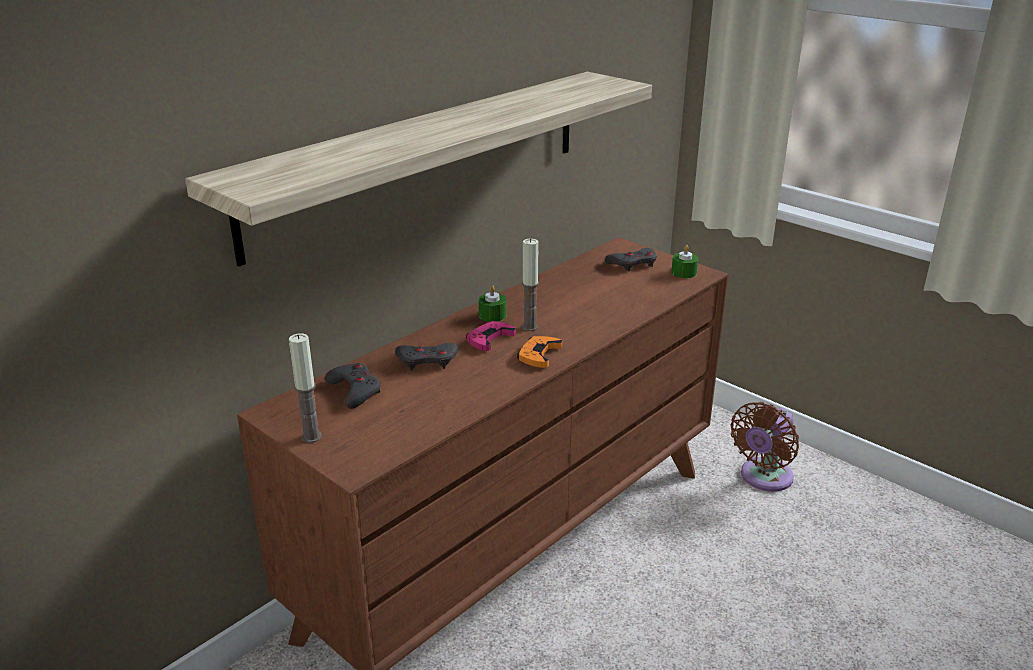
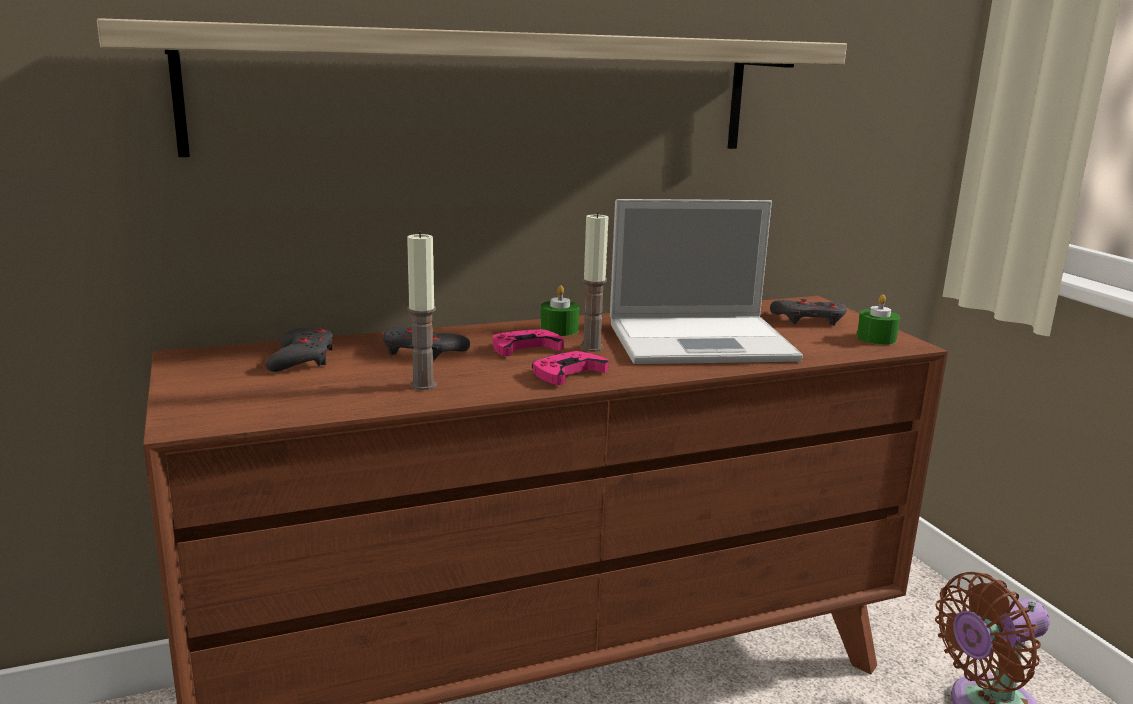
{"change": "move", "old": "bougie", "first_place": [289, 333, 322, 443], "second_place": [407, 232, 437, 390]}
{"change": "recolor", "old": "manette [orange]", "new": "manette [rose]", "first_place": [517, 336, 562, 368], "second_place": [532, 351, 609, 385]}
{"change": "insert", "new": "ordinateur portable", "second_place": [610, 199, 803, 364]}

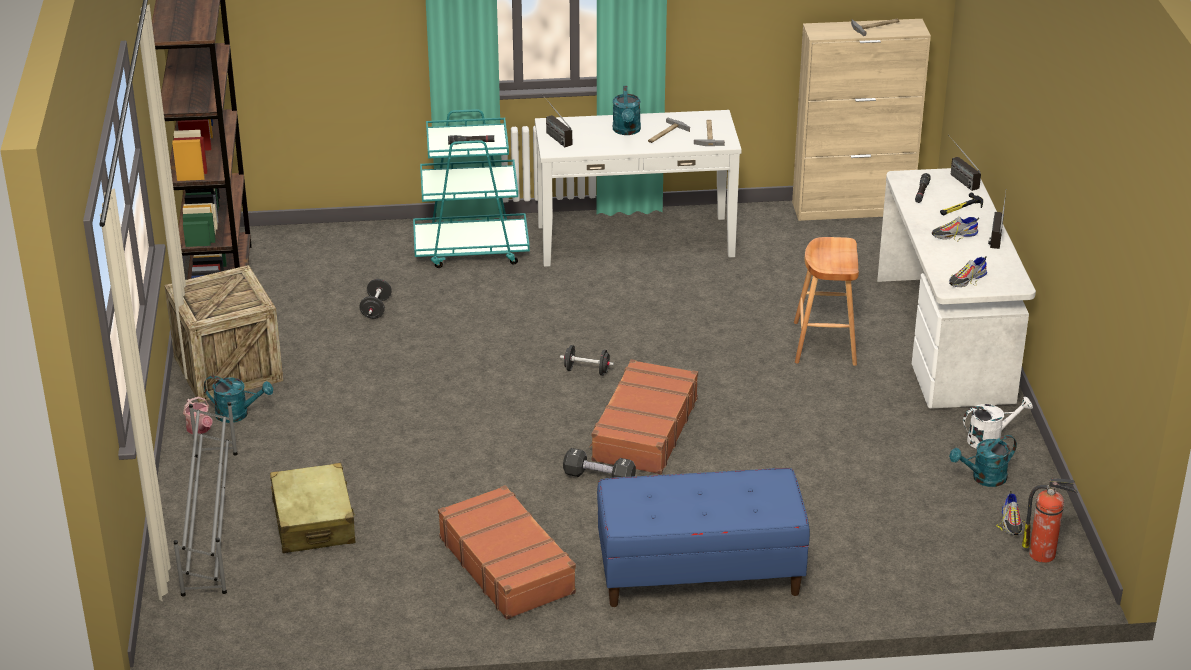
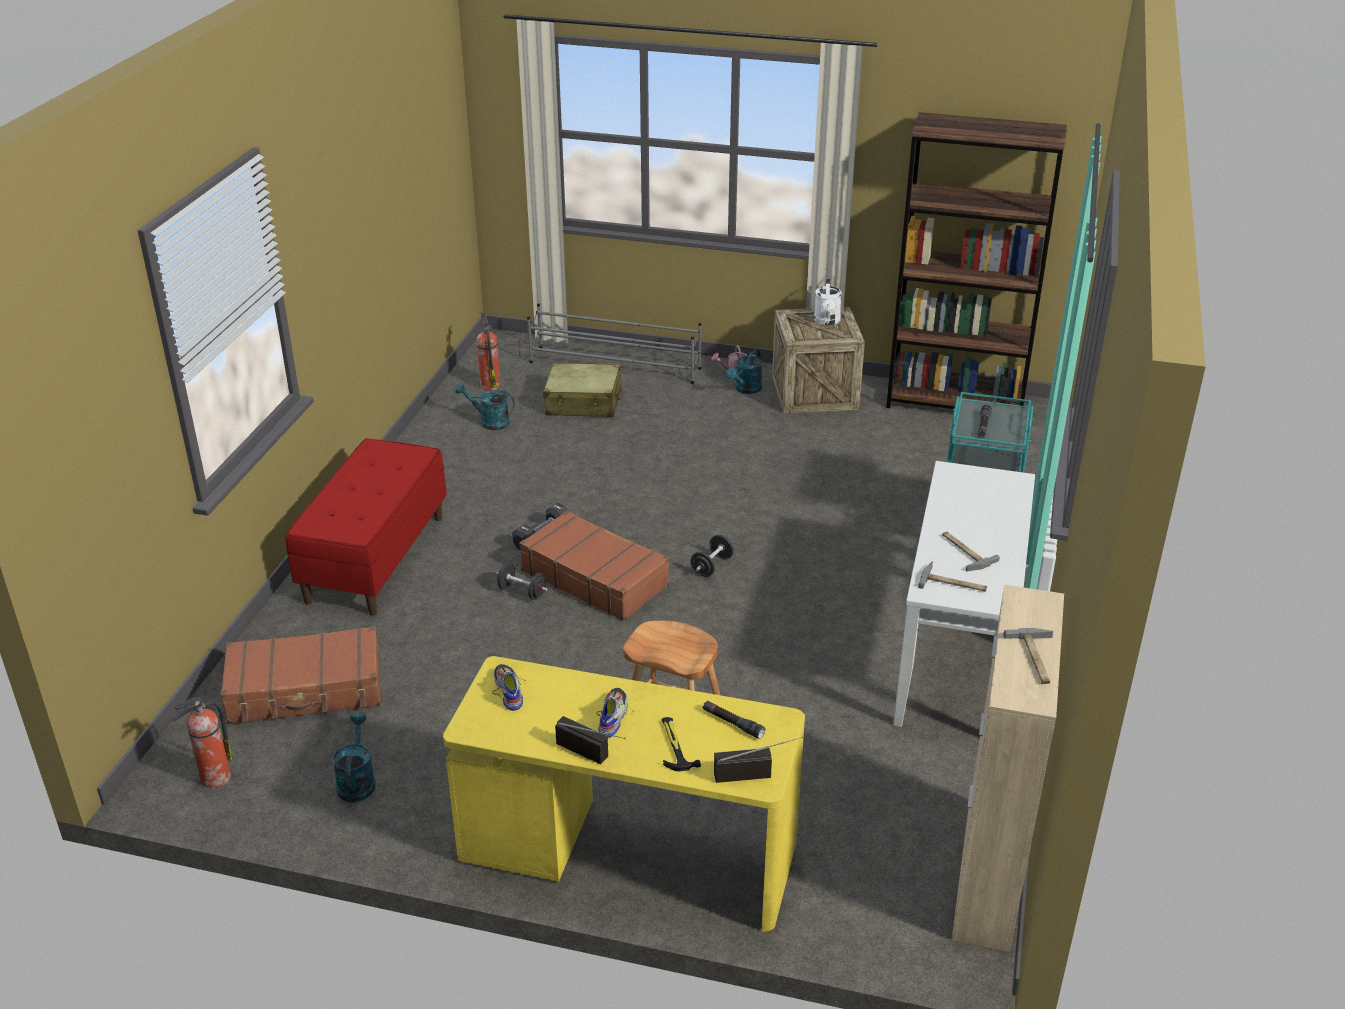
{"change": "move", "old": "arrosoir [turquoise]", "first_place": [613, 86, 641, 135], "second_place": [455, 383, 515, 430]}
{"change": "delete", "old": "radio", "first_place": [542, 94, 572, 147]}
{"change": "recolor", "old": "bureau [blanc]", "new": "bureau [jaune]", "first_place": [877, 168, 1036, 409], "second_place": [443, 656, 805, 932]}
{"change": "move", "old": "haltère [noir]", "first_place": [360, 279, 392, 319], "second_place": [496, 563, 547, 600]}
{"change": "move", "old": "arrosoir [blanc]", "first_place": [963, 397, 1033, 449], "second_place": [814, 278, 842, 325]}
{"change": "recolor", "old": "banc [bleu]", "new": "banc [rouge]", "first_place": [597, 468, 810, 607], "second_place": [286, 438, 447, 616]}
{"change": "move", "old": "valise [marron]", "first_place": [438, 485, 576, 620], "second_place": [220, 626, 381, 724]}
{"change": "delete", "old": "chaussure", "first_place": [997, 491, 1025, 535]}
{"change": "insert", "new": "extincteur", "second_place": [476, 312, 501, 391]}

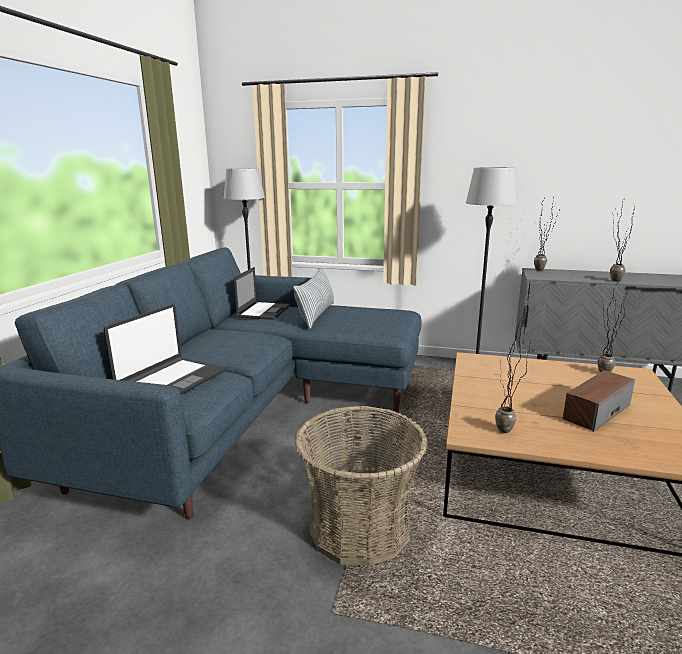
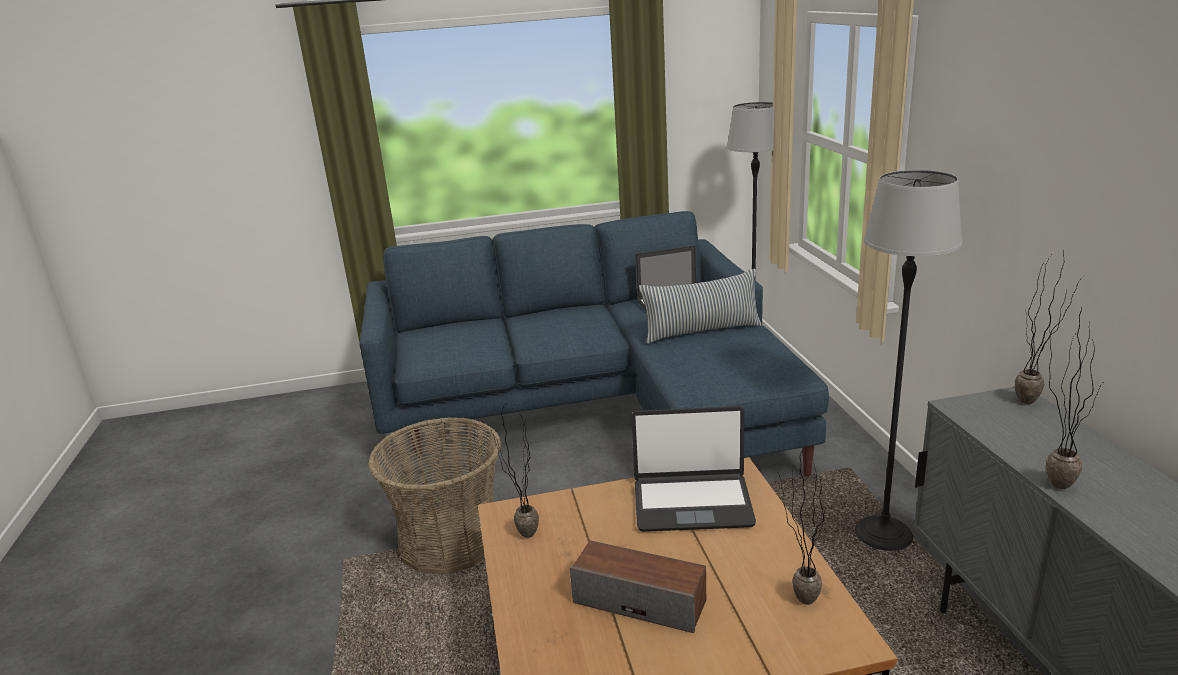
{"change": "move", "old": "ordinateur portable", "first_place": [104, 304, 224, 395], "second_place": [631, 406, 756, 532]}

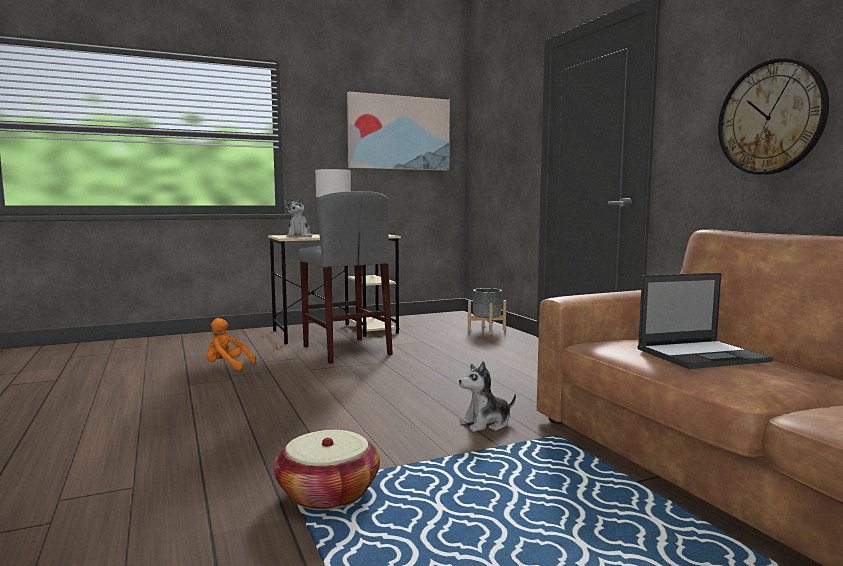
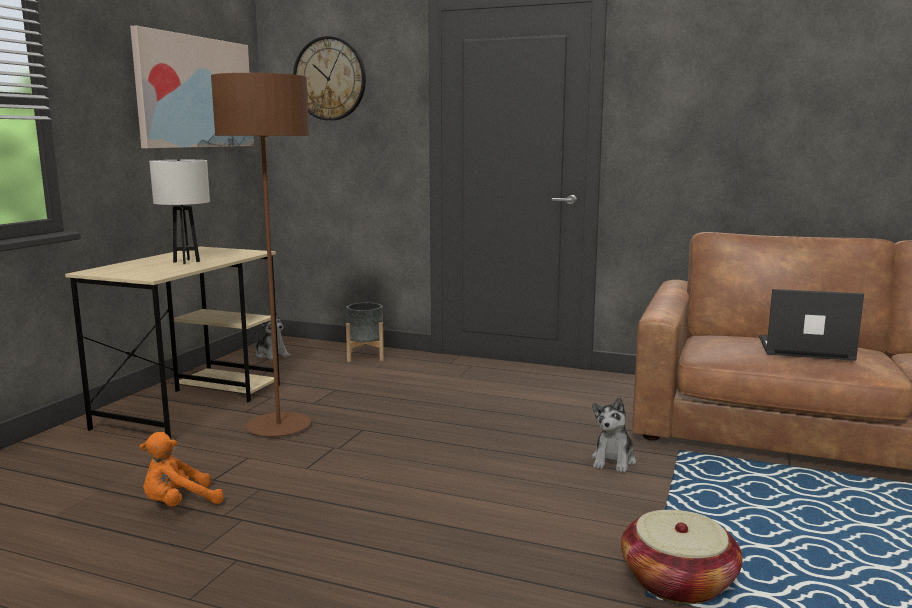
{"change": "move", "old": "horloge murale", "first_place": [718, 58, 829, 175], "second_place": [293, 36, 366, 121]}
{"change": "replace", "old": "tabouret [gris]", "new": "lampadaire [marron]", "first_place": [298, 191, 393, 364], "second_place": [211, 73, 311, 437]}
{"change": "move", "old": "peluche", "first_place": [284, 195, 312, 237], "second_place": [256, 312, 290, 360]}
{"change": "rotate", "old": "ordinateur portable", "first_place": [637, 273, 774, 369], "second_place": [759, 289, 864, 361], "degrees": -105}

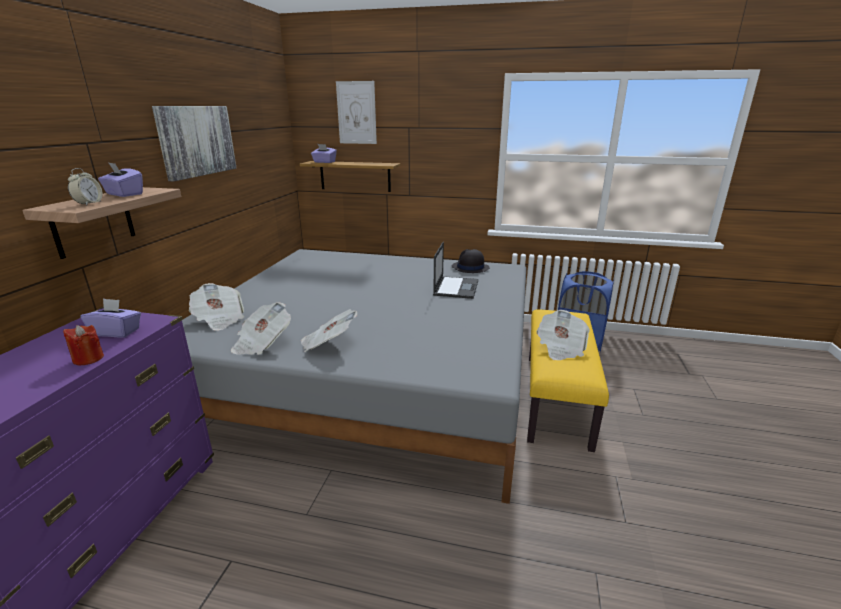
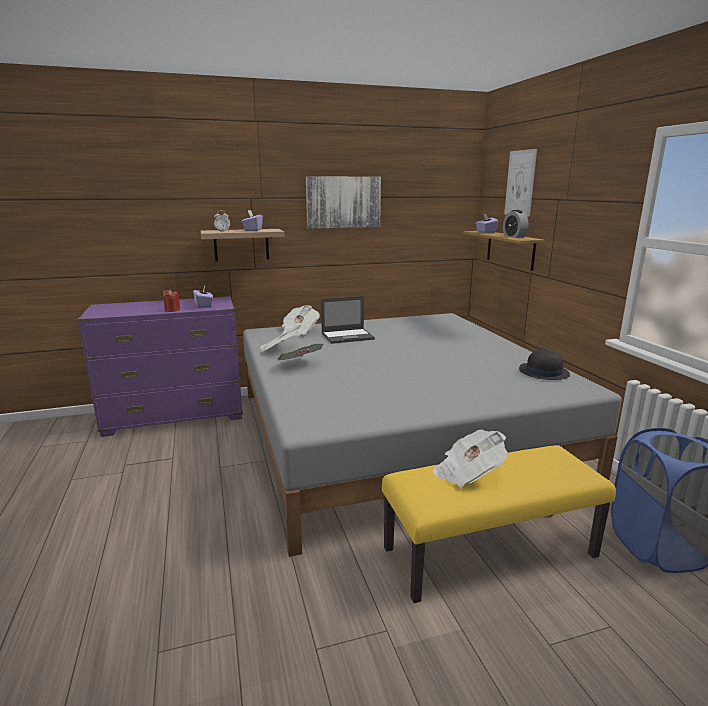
{"change": "move", "old": "ordinateur portable", "first_place": [433, 242, 478, 299], "second_place": [321, 296, 375, 344]}
{"change": "insert", "new": "réveil", "second_place": [503, 210, 529, 238]}

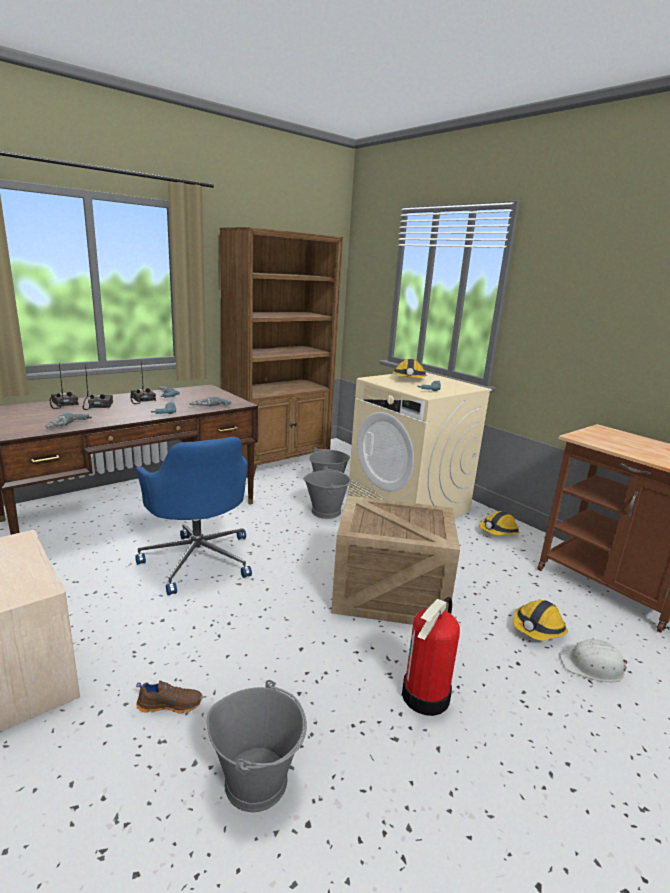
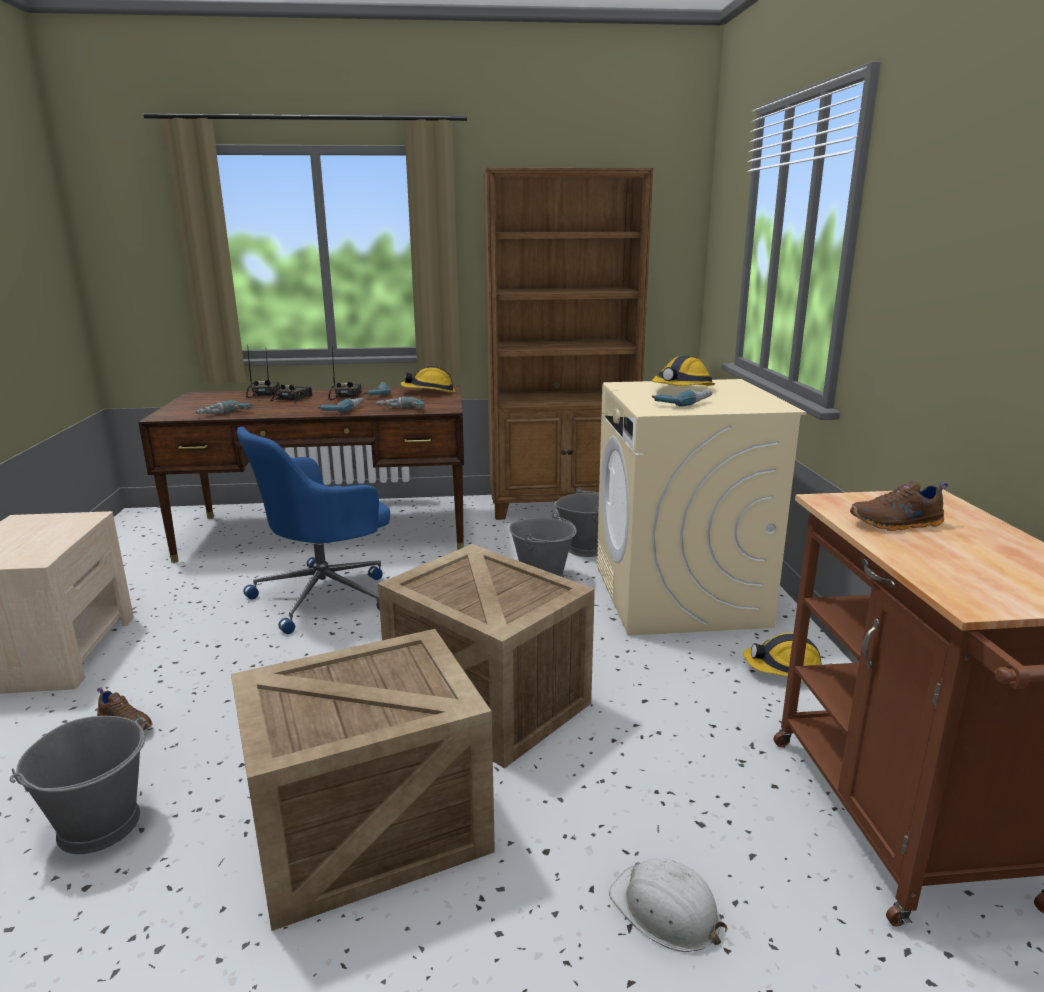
{"change": "rotate", "old": "chaise de bureau [bleu]", "first_place": [135, 437, 252, 595], "second_place": [237, 427, 390, 634], "degrees": 45}
{"change": "replace", "old": "extincteur", "new": "caisse", "first_place": [402, 597, 460, 716], "second_place": [231, 629, 495, 931]}
{"change": "move", "old": "casque de chantier", "first_place": [513, 600, 568, 640], "second_place": [400, 365, 455, 392]}
{"change": "insert", "new": "chaussure [marron]", "second_place": [850, 480, 948, 531]}

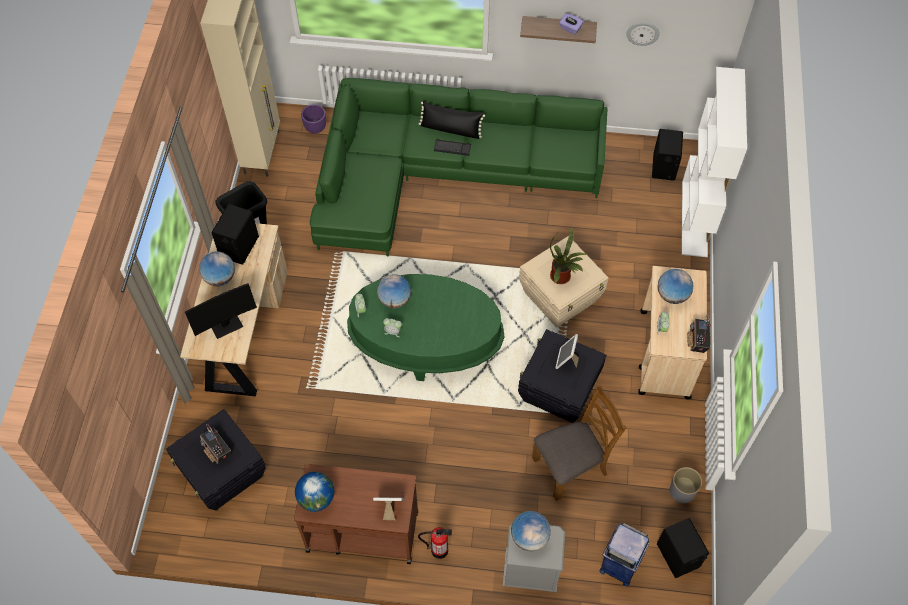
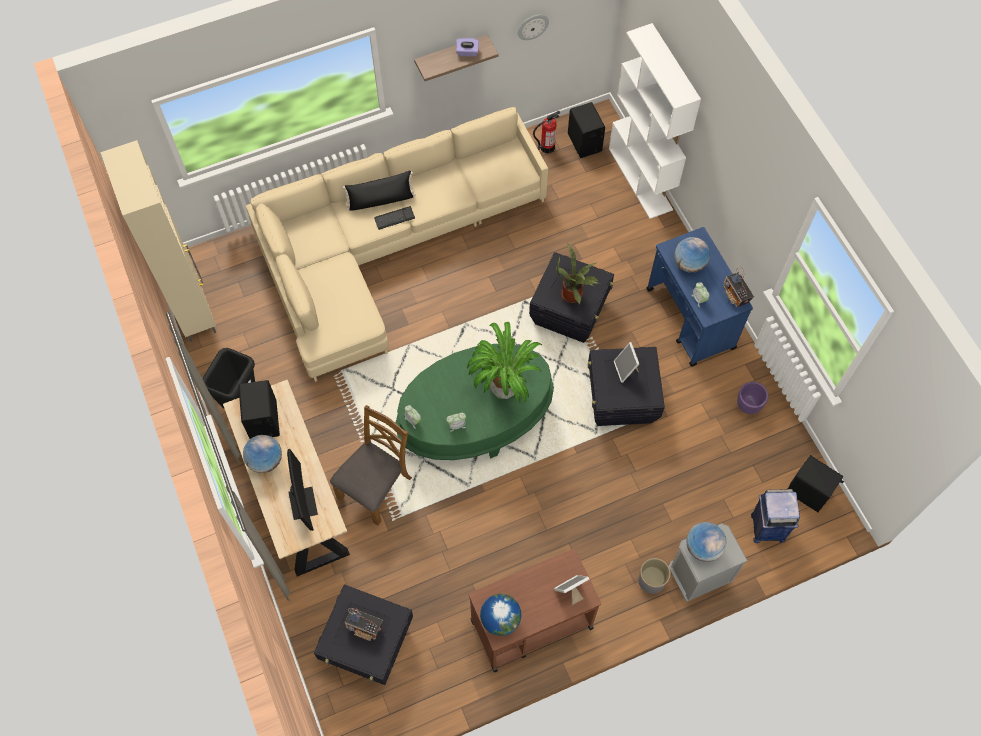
{"change": "recolor", "old": "canapé [vert]", "new": "canapé [beige]", "first_place": [310, 78, 608, 257], "second_place": [246, 107, 548, 382]}
{"change": "move", "old": "cache-pot [violet]", "first_place": [301, 104, 326, 133], "second_place": [737, 382, 768, 414]}
{"change": "recolor", "old": "boîte de rangement [beige]", "new": "boîte de rangement [noir]", "first_place": [519, 236, 608, 328], "second_place": [529, 252, 614, 343]}
{"change": "recolor", "old": "chariot [beige]", "new": "chariot [bleu]", "first_place": [638, 266, 707, 399], "second_place": [646, 227, 753, 367]}
{"change": "delete", "old": "globe", "first_place": [377, 274, 411, 308]}
{"change": "rotate", "old": "écran d'ordinateur", "first_place": [185, 283, 257, 339], "second_place": [287, 449, 318, 531], "degrees": -45}
{"change": "move", "old": "chaise [marron]", "first_place": [532, 386, 626, 501], "second_place": [330, 405, 412, 526]}
{"change": "move", "old": "cache-pot [gris]", "first_place": [670, 467, 702, 503], "second_place": [638, 558, 671, 594]}
{"change": "move", "old": "extincteur", "first_place": [418, 527, 452, 559], "second_place": [533, 111, 560, 153]}
{"change": "insert", "new": "plante en pot", "second_place": [467, 322, 543, 402]}

